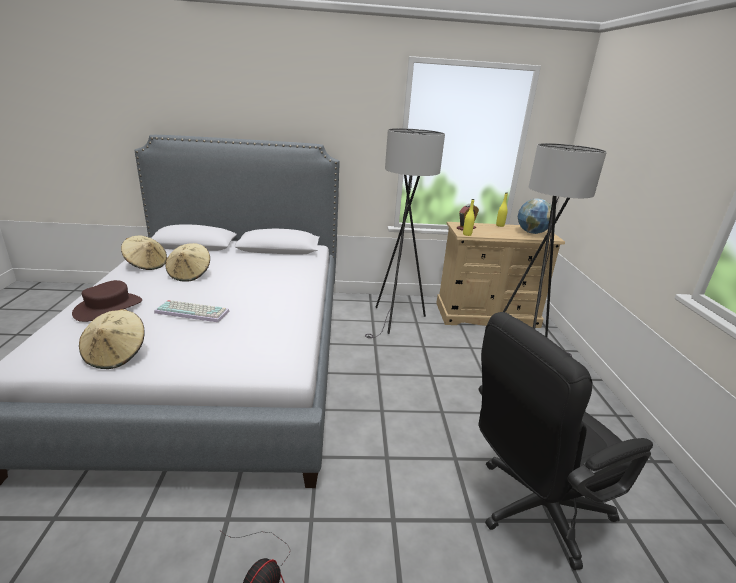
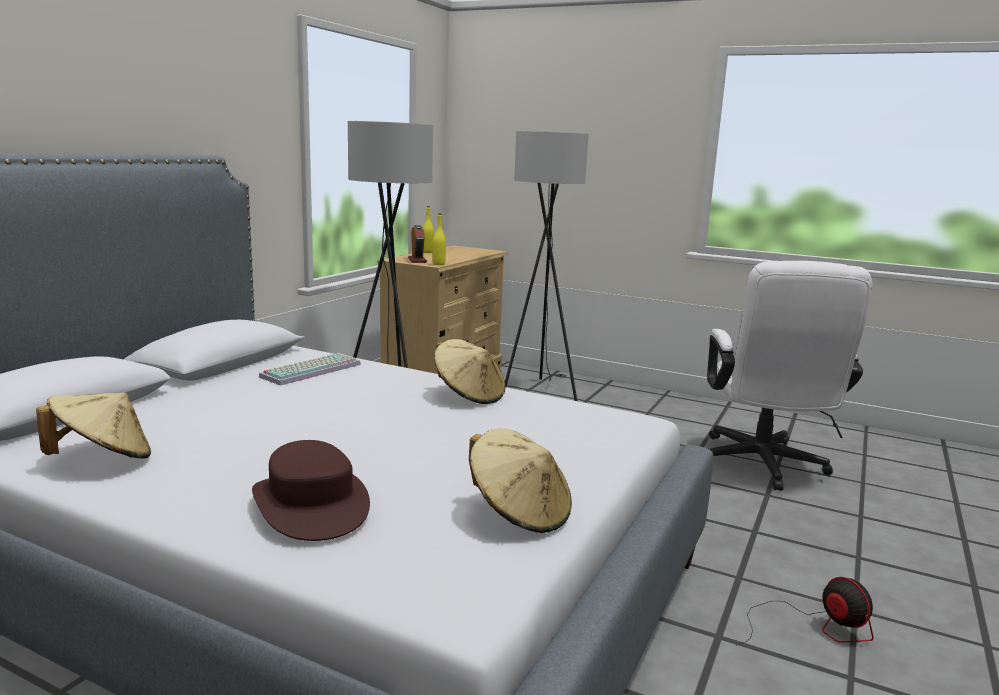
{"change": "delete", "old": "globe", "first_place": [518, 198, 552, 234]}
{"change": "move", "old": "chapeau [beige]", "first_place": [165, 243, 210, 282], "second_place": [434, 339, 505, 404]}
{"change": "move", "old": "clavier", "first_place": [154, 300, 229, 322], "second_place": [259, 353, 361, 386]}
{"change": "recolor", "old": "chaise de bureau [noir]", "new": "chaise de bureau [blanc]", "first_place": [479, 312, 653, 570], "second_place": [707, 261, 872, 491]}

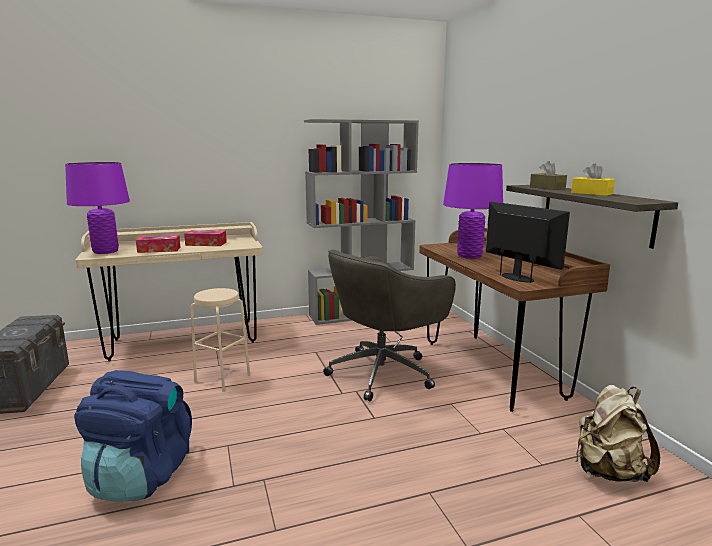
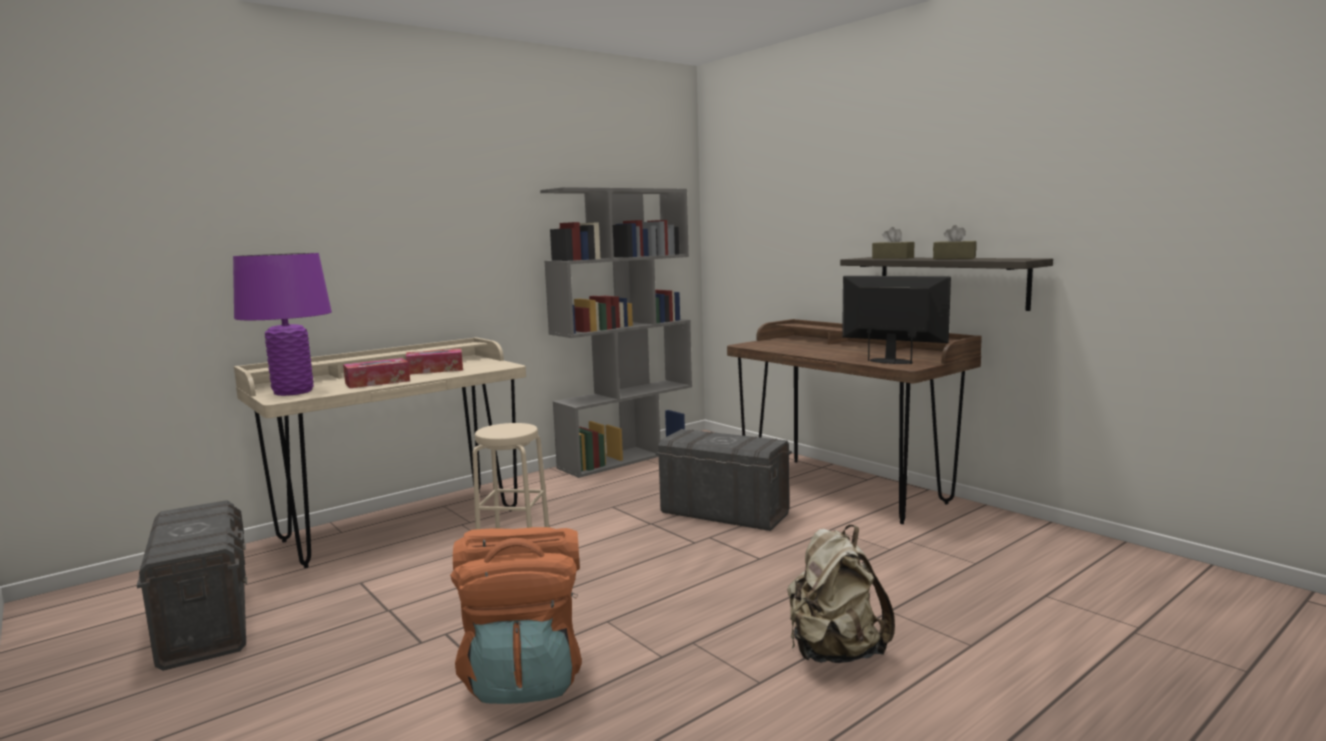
{"change": "delete", "old": "lampe de table [violet]", "first_place": [443, 163, 503, 259]}
{"change": "recolor", "old": "boîte à mouchoirs [jaune]", "new": "boîte à mouchoirs [marron]", "first_place": [571, 164, 615, 196], "second_place": [933, 225, 977, 259]}
{"change": "replace", "old": "chaise de bureau [gris]", "new": "boîte de rangement [gris]", "first_place": [323, 249, 456, 401], "second_place": [656, 429, 792, 531]}
{"change": "recolor", "old": "sac à dos [bleu]", "new": "sac à dos [orange]", "first_place": [74, 370, 192, 502], "second_place": [450, 527, 582, 704]}
{"change": "move", "old": "sac à dos [beige]", "first_place": [576, 385, 660, 482], "second_place": [787, 525, 895, 663]}

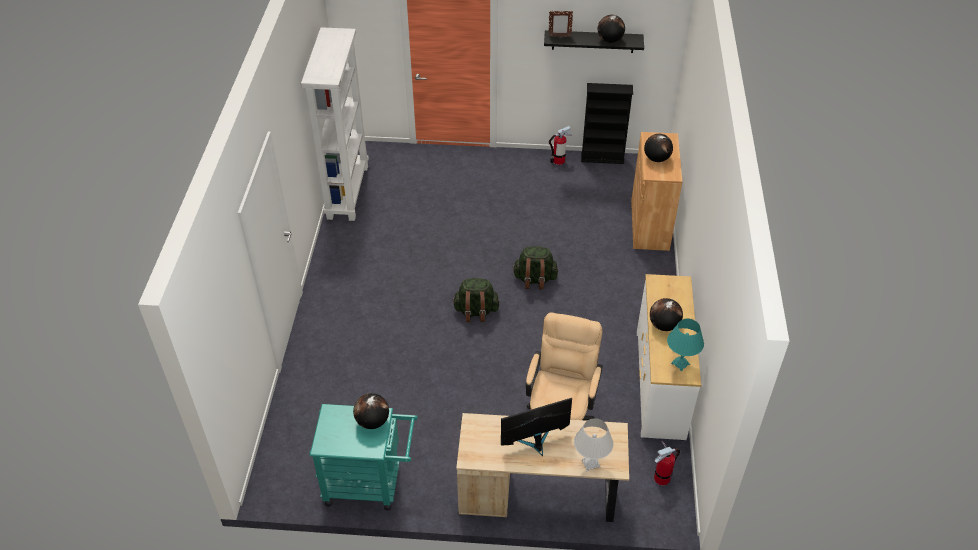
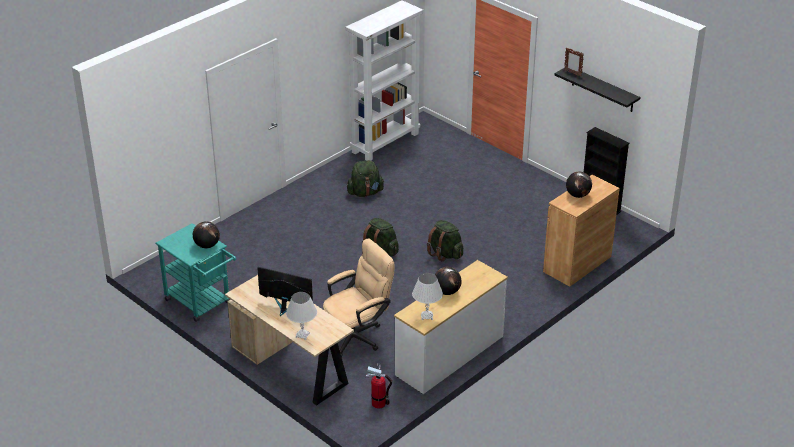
{"change": "delete", "old": "globe", "first_place": [597, 15, 625, 43]}
{"change": "delete", "old": "extincteur", "first_place": [549, 126, 572, 165]}
{"change": "recolor", "old": "lampe de table [turquoise]", "new": "lampe de table [blanc]", "first_place": [667, 319, 704, 371], "second_place": [412, 273, 443, 320]}
{"change": "insert", "new": "sac à dos [vert]", "second_place": [347, 160, 384, 197]}

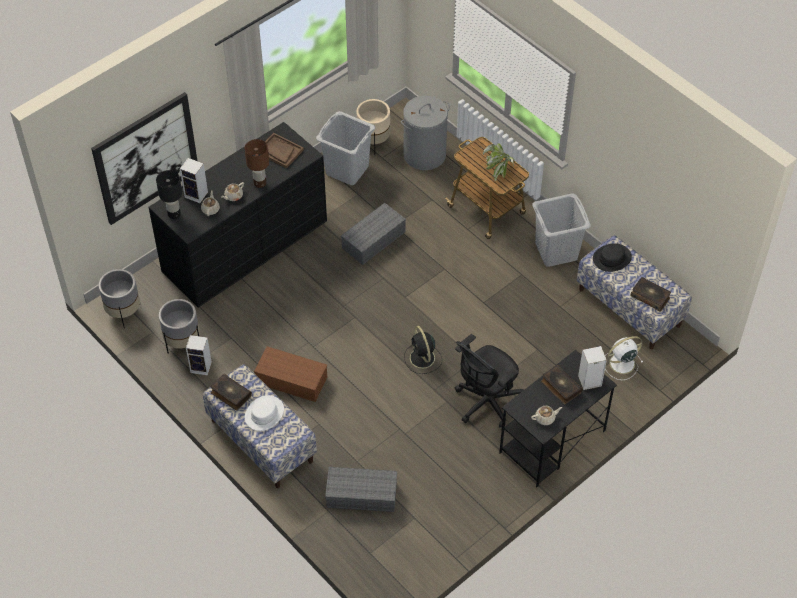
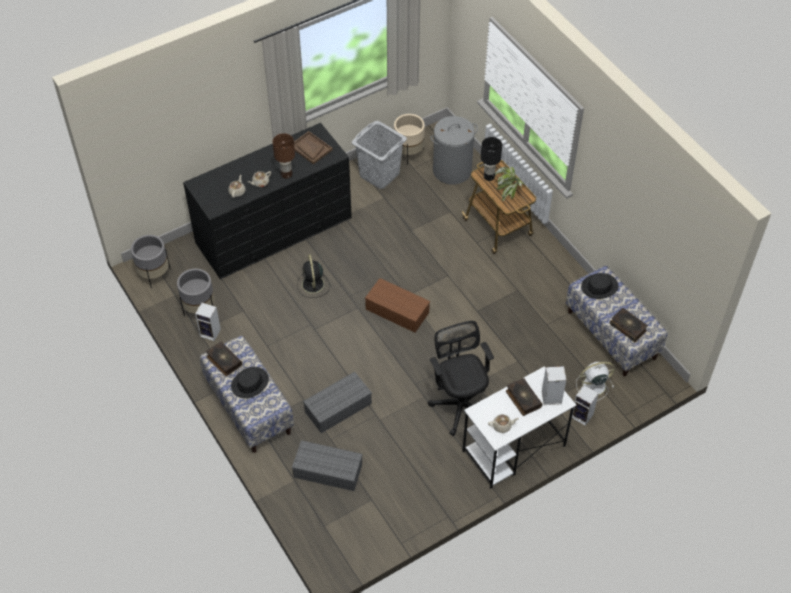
{"change": "delete", "old": "tableau", "first_place": [91, 92, 197, 225]}
{"change": "move", "old": "enceinte", "first_place": [180, 158, 208, 203], "second_place": [572, 385, 599, 426]}
{"change": "move", "old": "lampe de table [noir]", "first_place": [156, 170, 182, 219], "second_place": [481, 137, 502, 181]}
{"change": "delete", "old": "panier à linge [gris]", "first_place": [532, 193, 591, 267]}
{"change": "move", "old": "boîte de rangement [gris]", "first_place": [341, 203, 406, 265], "second_place": [303, 372, 372, 433]}
{"change": "move", "old": "ventilateur [noir]", "first_place": [404, 326, 442, 374], "second_place": [297, 255, 330, 298]}
{"change": "rotate", "old": "chaise de bureau [noir]", "first_place": [455, 334, 524, 427], "second_place": [428, 321, 494, 436], "degrees": 105}
{"change": "move", "old": "boîte de rangement [marron]", "first_place": [254, 346, 327, 402], "second_place": [365, 278, 430, 333]}
{"change": "recolor", "old": "bureau [noir]", "new": "bureau [blanc]", "first_place": [499, 350, 617, 487], "second_place": [462, 366, 576, 489]}
{"change": "recolor", "old": "chapeau [blanc]", "new": "chapeau [noir]", "first_place": [245, 395, 284, 431], "second_place": [231, 367, 269, 399]}

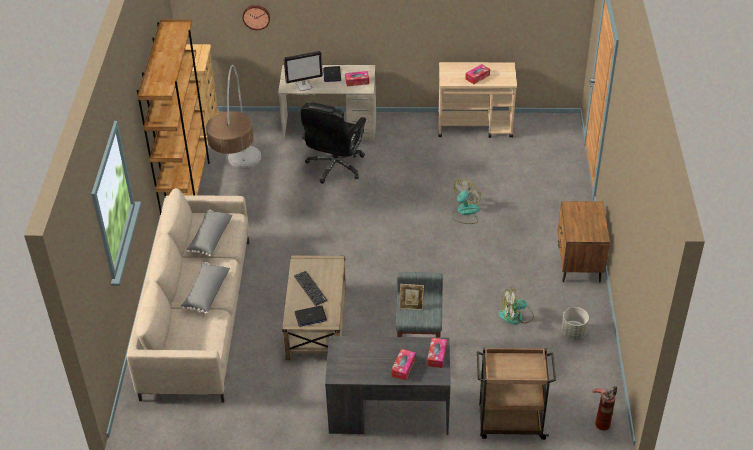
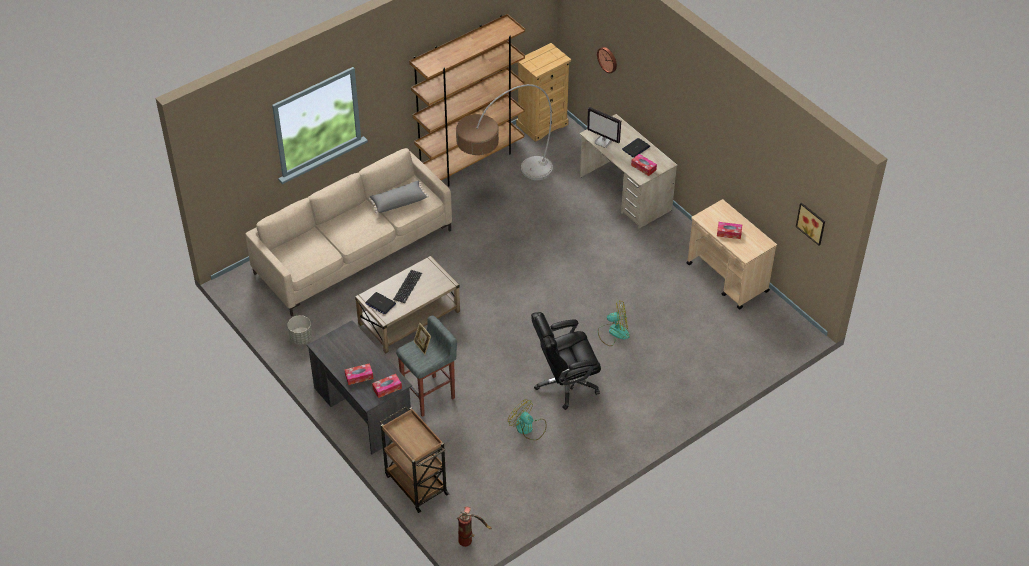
{"change": "move", "old": "chaise de bureau [noir]", "first_place": [301, 102, 366, 184], "second_place": [531, 312, 601, 410]}
{"change": "delete", "old": "table de chevet [marron]", "first_place": [558, 201, 610, 283]}
{"change": "delete", "old": "coussin [gris]", "first_place": [181, 262, 230, 314]}
{"change": "move", "old": "cache-pot [gris]", "first_place": [561, 307, 589, 340], "second_place": [287, 315, 312, 345]}
{"change": "insert", "new": "tableau", "second_place": [796, 203, 825, 245]}

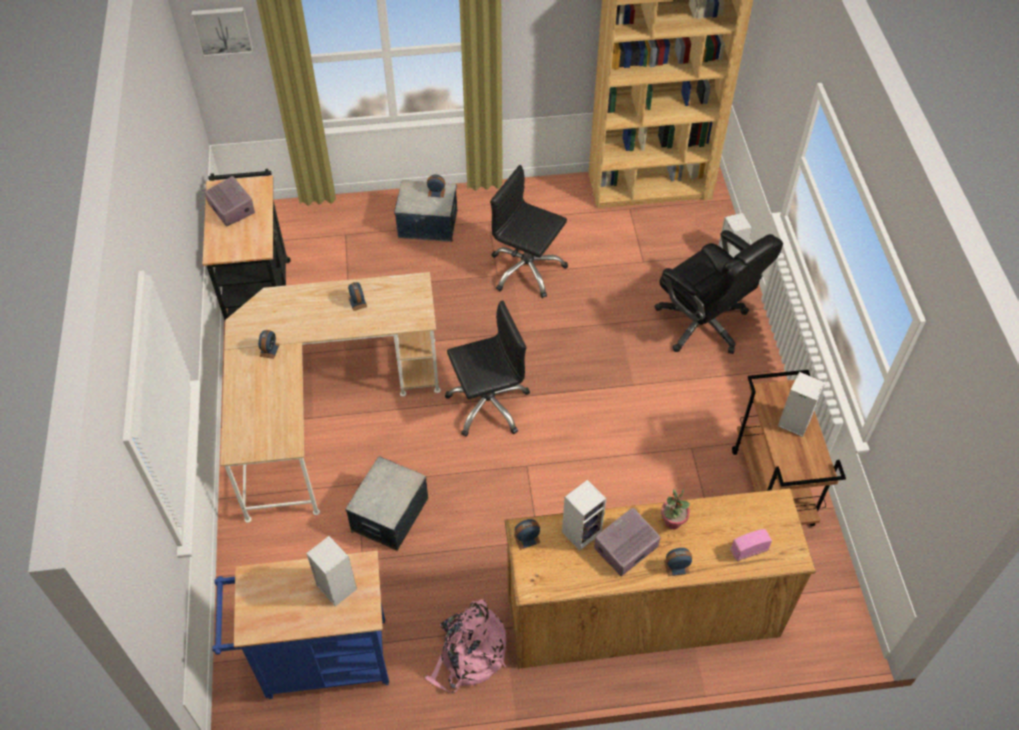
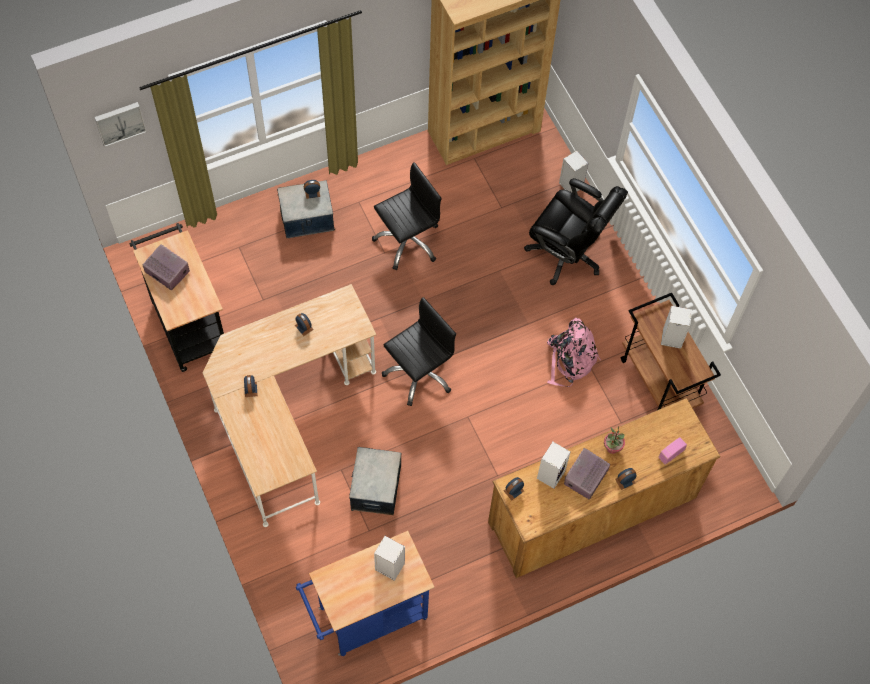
{"change": "rotate", "old": "chaise de bureau [noir]", "first_place": [490, 165, 568, 298], "second_place": [372, 162, 442, 270], "degrees": 135}
{"change": "move", "old": "sac à dos [rose]", "first_place": [425, 599, 506, 693], "second_place": [547, 318, 601, 387]}

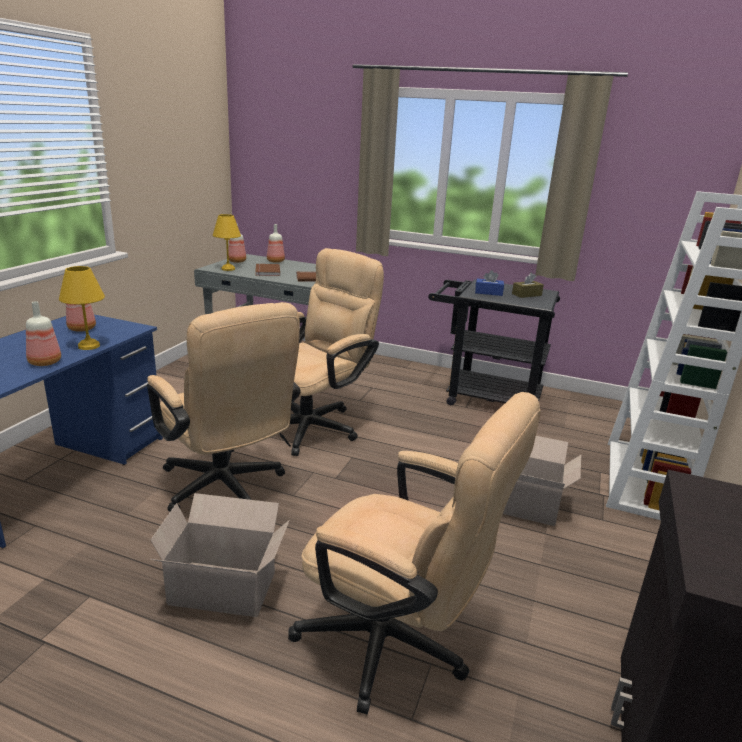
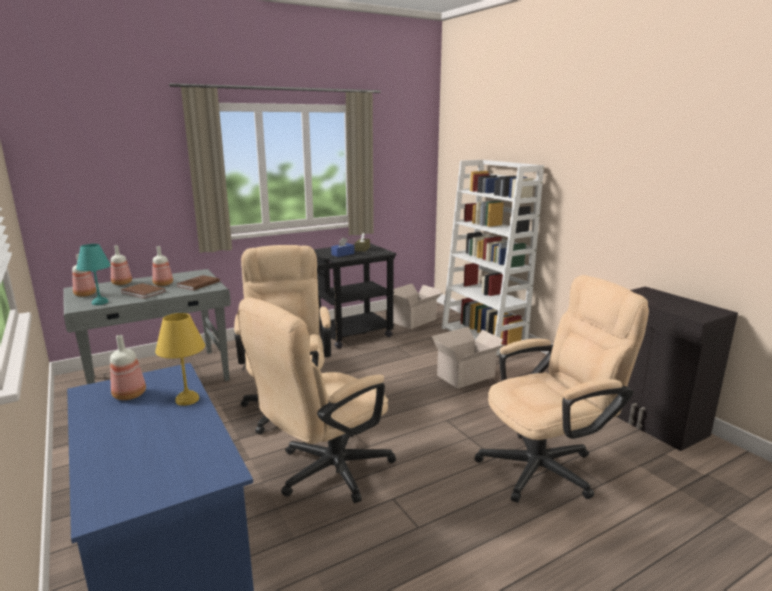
{"change": "recolor", "old": "lampe de table [jaune]", "new": "lampe de table [turquoise]", "first_place": [213, 214, 241, 271], "second_place": [76, 244, 111, 305]}
{"change": "move", "old": "bouteille", "first_place": [26, 301, 61, 366], "second_place": [152, 246, 173, 286]}
{"change": "rotate", "old": "chaise de bureau [beige]", "first_place": [147, 302, 301, 512], "second_place": [238, 297, 396, 503], "degrees": 135}
{"change": "move", "old": "carton", "first_place": [151, 493, 289, 617], "second_place": [393, 284, 444, 329]}

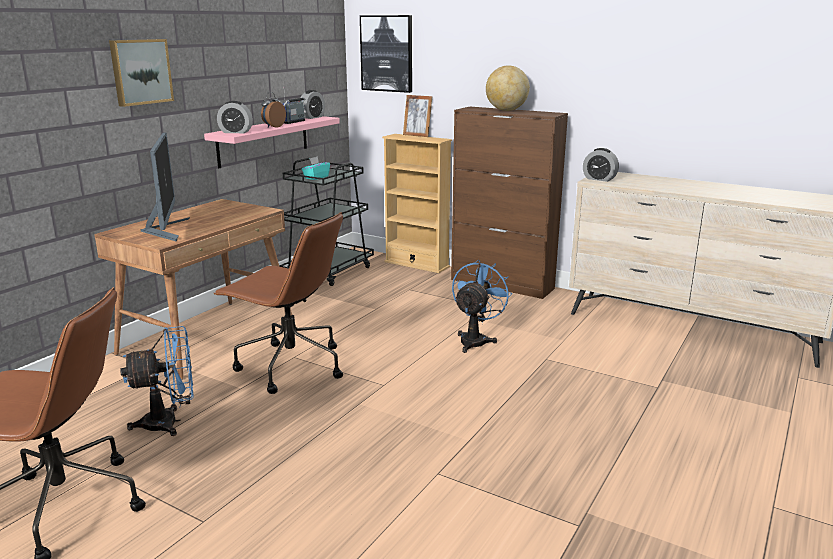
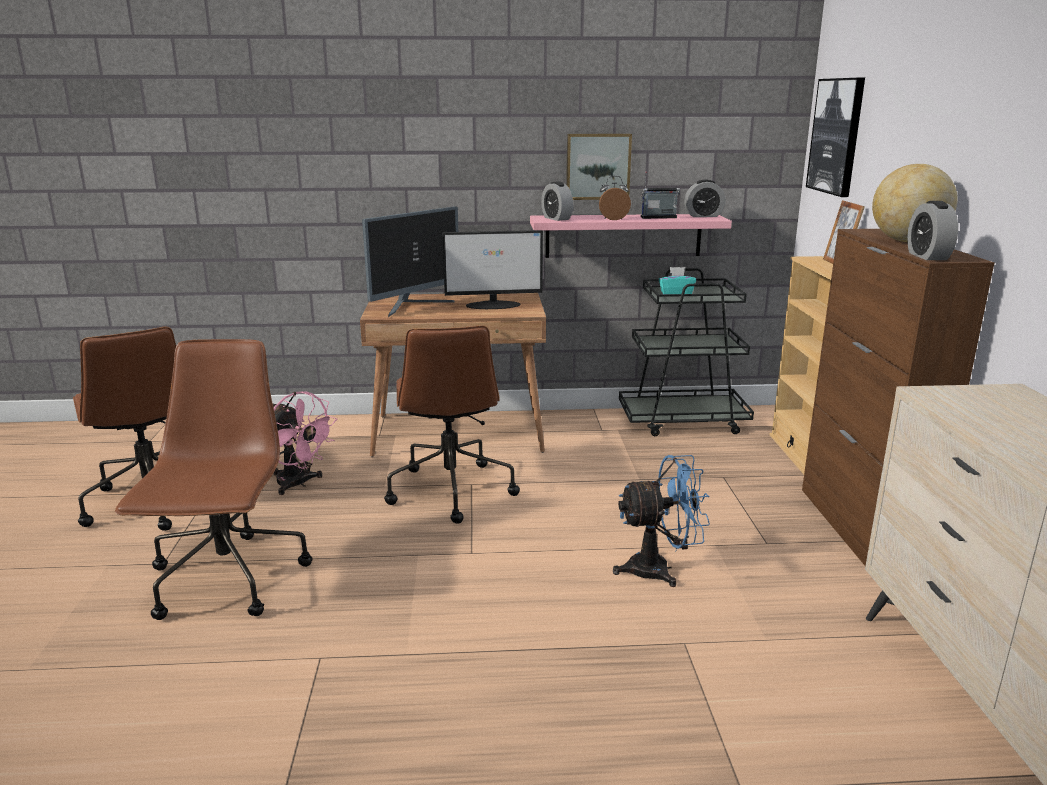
{"change": "move", "old": "tableau", "first_place": [109, 39, 174, 107], "second_place": [566, 134, 632, 200]}
{"change": "move", "old": "réveil", "first_place": [583, 148, 619, 182], "second_place": [907, 201, 958, 260]}
{"change": "recolor", "old": "ventilateur [bleu]", "new": "ventilateur [rose]", "first_place": [120, 326, 194, 436], "second_place": [273, 391, 337, 495]}
{"change": "insert", "new": "écran d'ordinateur", "second_place": [442, 230, 543, 309]}
{"change": "insert", "new": "chaise de bureau [marron]", "second_place": [115, 339, 313, 620]}

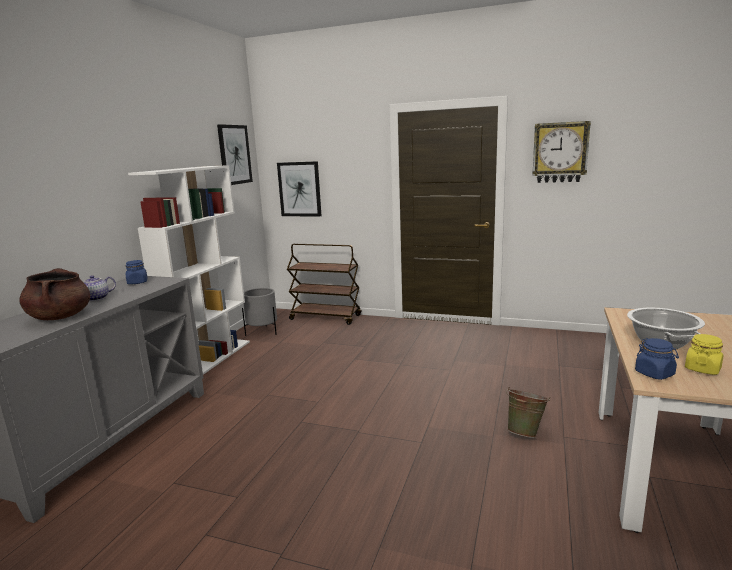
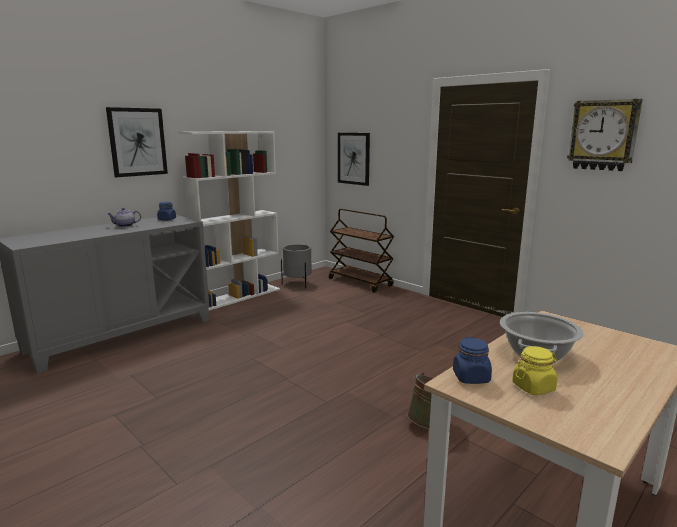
{"change": "move", "old": "tableau", "first_place": [217, 124, 253, 185], "second_place": [106, 107, 168, 177]}
{"change": "delete", "old": "marmite [marron]", "first_place": [20, 268, 90, 320]}

